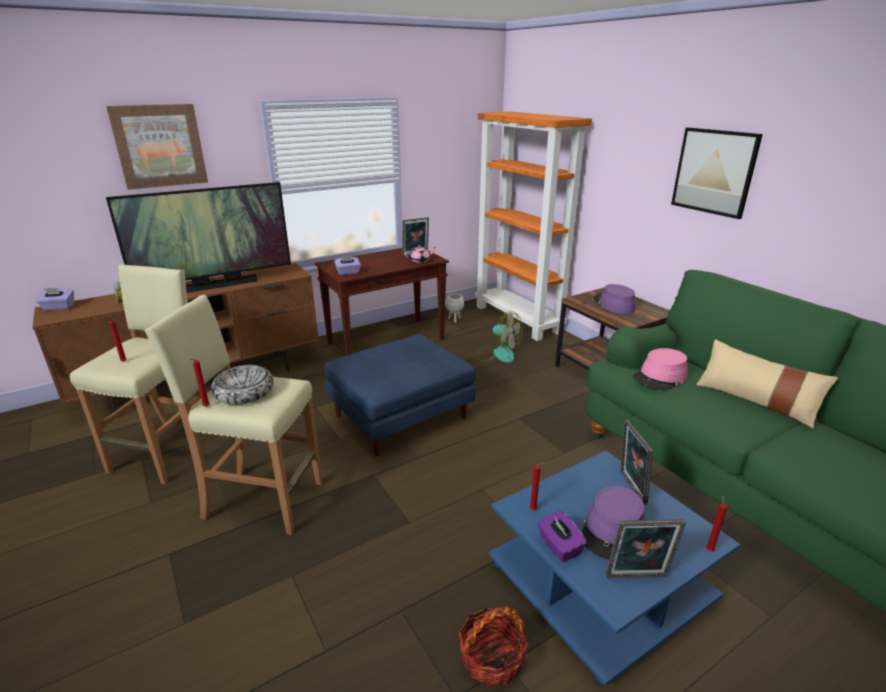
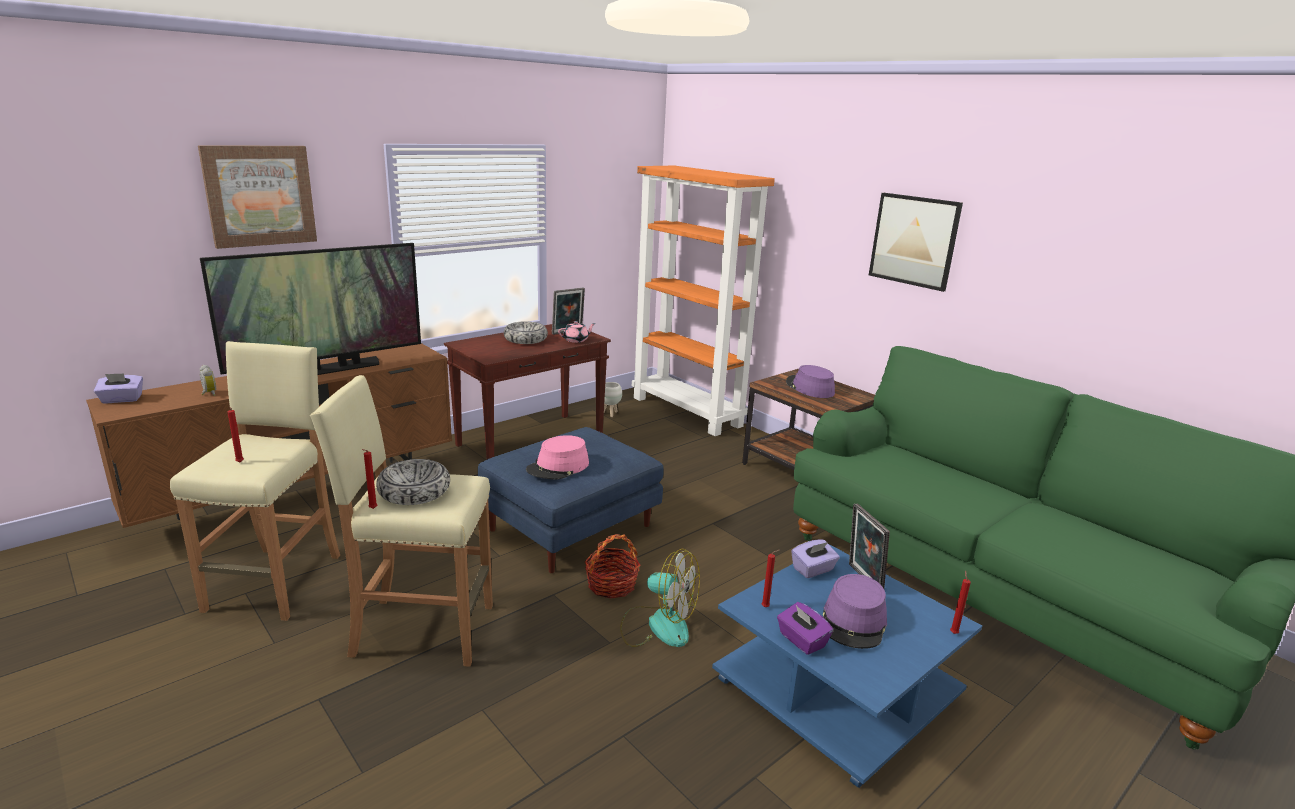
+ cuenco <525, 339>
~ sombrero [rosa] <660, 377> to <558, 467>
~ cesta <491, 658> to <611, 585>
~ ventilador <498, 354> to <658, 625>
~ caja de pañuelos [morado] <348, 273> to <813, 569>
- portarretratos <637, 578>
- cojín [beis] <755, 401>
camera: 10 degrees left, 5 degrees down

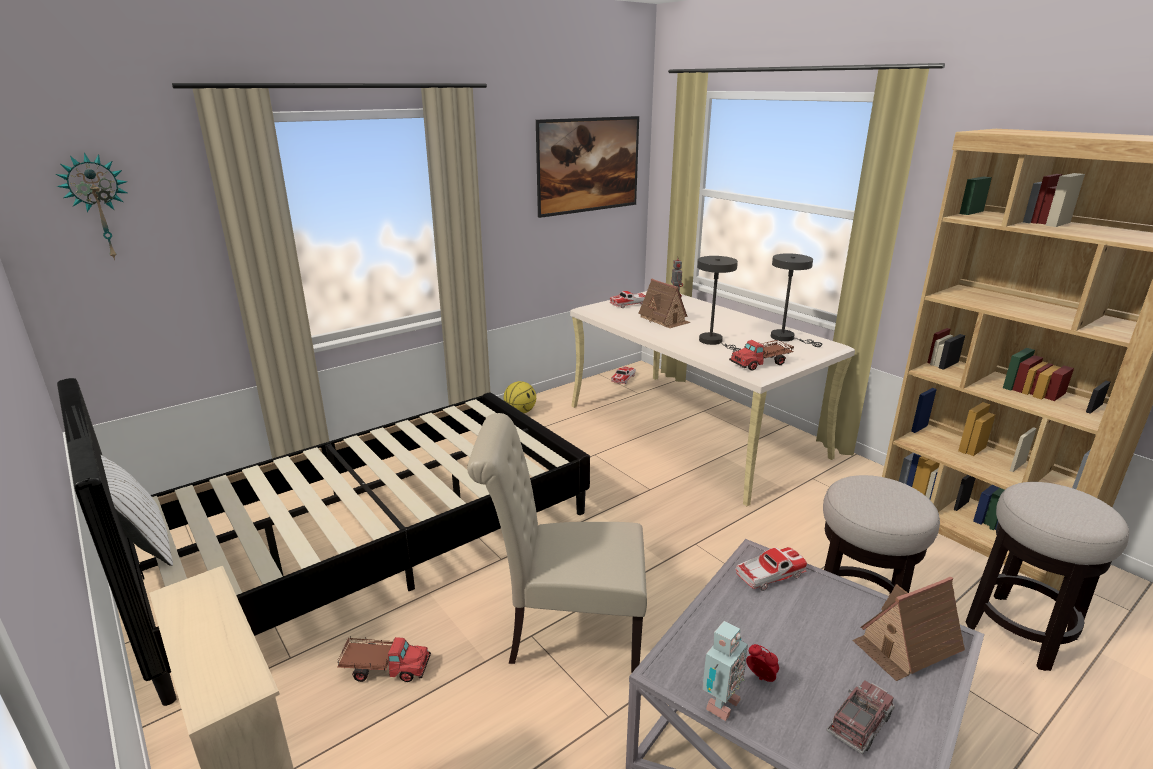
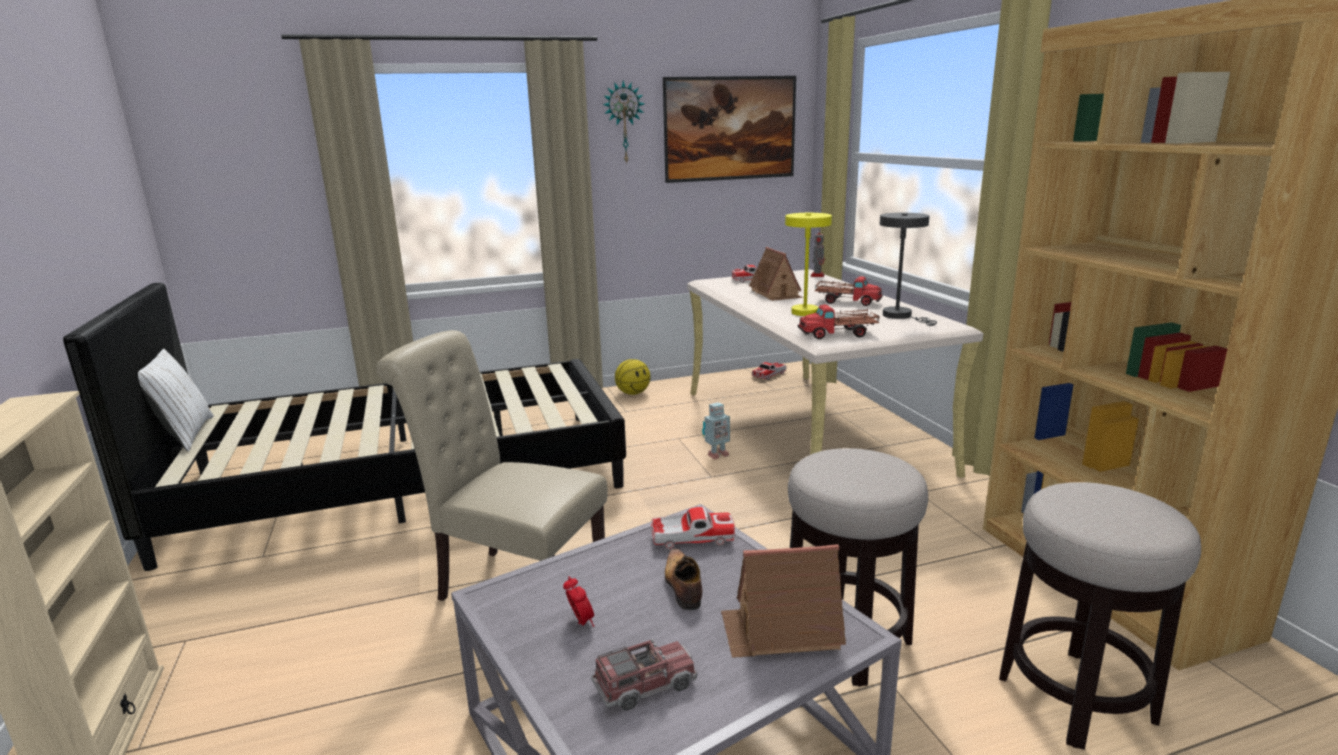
~ reloj de pared <99, 207> to <623, 123>
+ zapato <682, 586>
~ robot de juguete <719, 704> to <716, 455>
~ lámpara de mesa [gris] <714, 342> to lámpara de mesa [amarillo] <807, 314>
~ camión de juguete <384, 668> to <846, 301>
camera: 20 degrees right, 5 degrees down

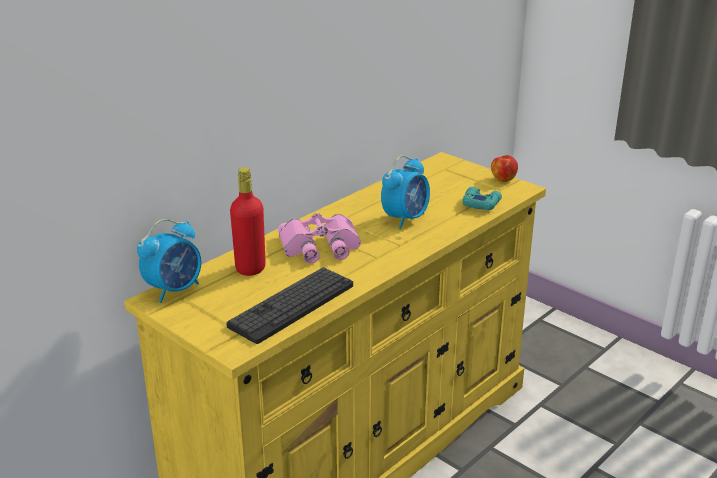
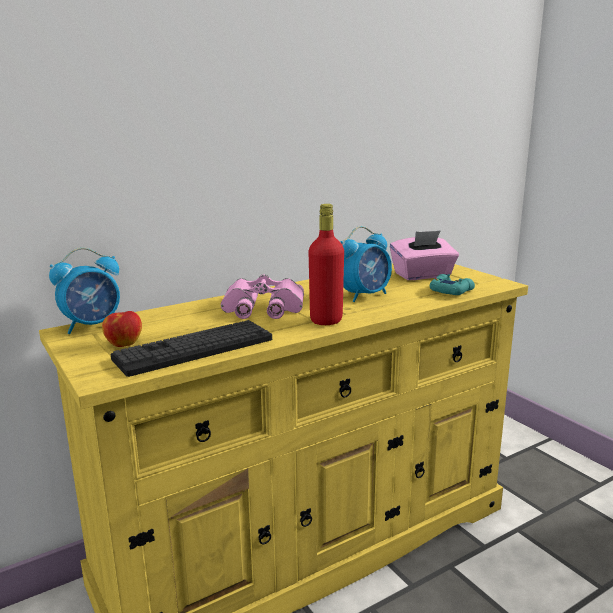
~ manzana <503, 179> to <124, 344>
~ botella [rojo] <250, 268> to <326, 320>
+ caja de pañuelos [rosa] <423, 275>
camera: 15 degrees right, 10 degrees down

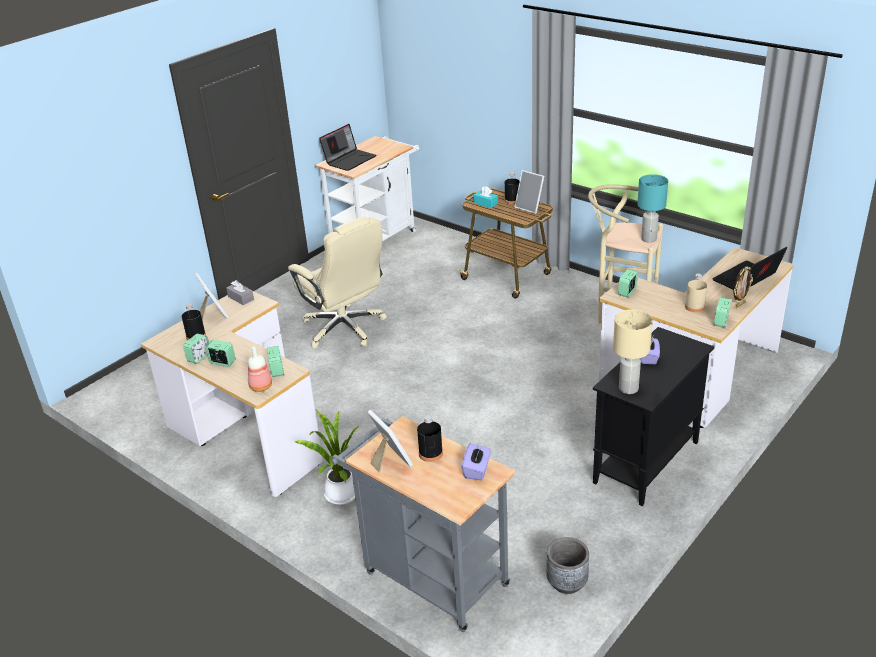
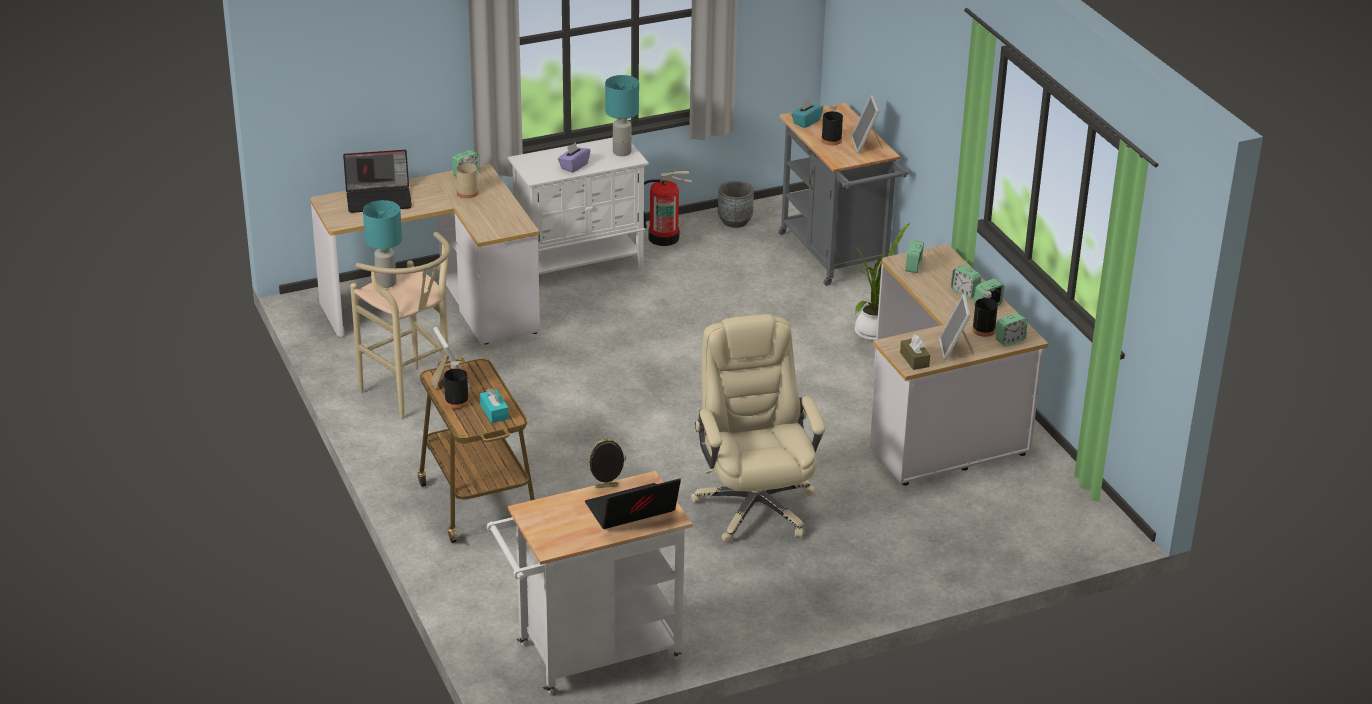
~ armario [negro] <646, 463> to armario [blanco] <580, 265>
~ portarretratos <739, 305> to <606, 487>
~ lámpara de mesa [beis] <629, 389> to lámpara de mesa [turquesa] <622, 152>
+ extintor <664, 237>
~ caja de pañuelos [morado] <477, 470> to caja de pañuelos [turquesa] <806, 122>
~ caja de pañuelos [gris] <241, 298> to caja de pañuelos [marrón] <914, 359>
~ despertador <627, 292> to <1010, 340>
- botella <261, 387>
camera: 155 degrees left, 0 degrees up

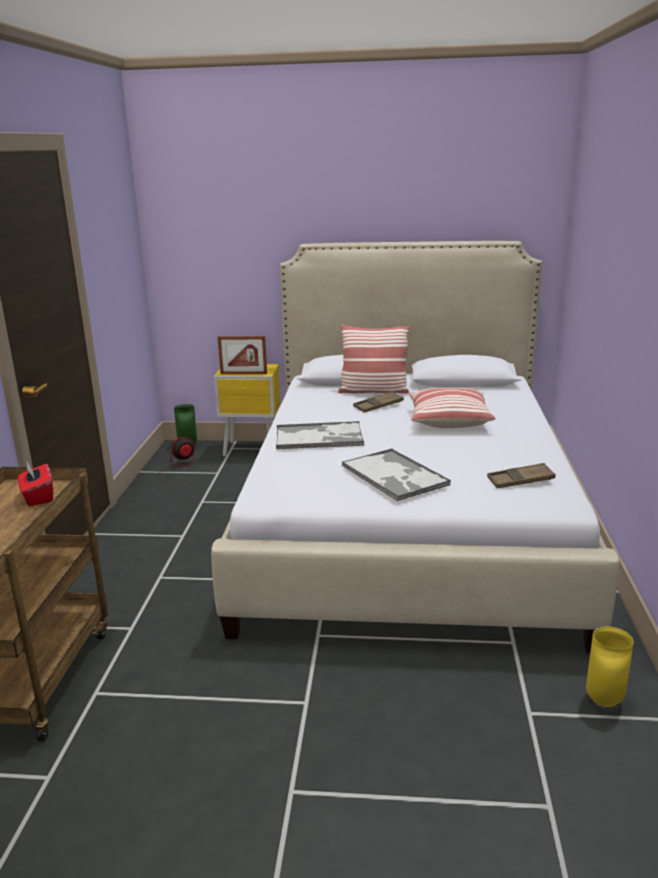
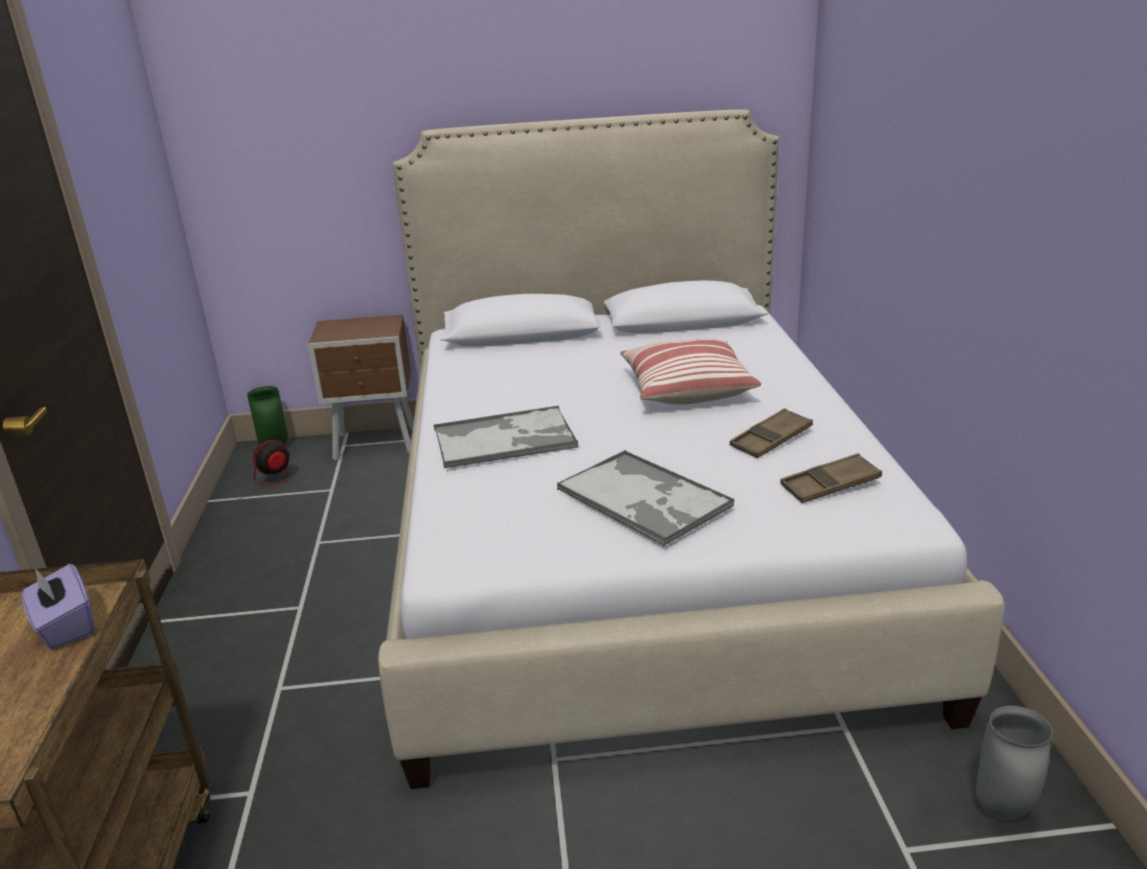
~ caja de pañuelos [rojo] <38, 497> to caja de pañuelos [morado] <65, 627>
~ mesita de noche [amarillo] <253, 450> to mesita de noche [marrón] <377, 445>
~ bandeja [marrón] <378, 406> to <771, 439>
~ florero [amarillo] <605, 701> to florero [gris] <1003, 810>
- portarretratos <243, 374>
- cojín <373, 391>
camera: 10 degrees left, 5 degrees up

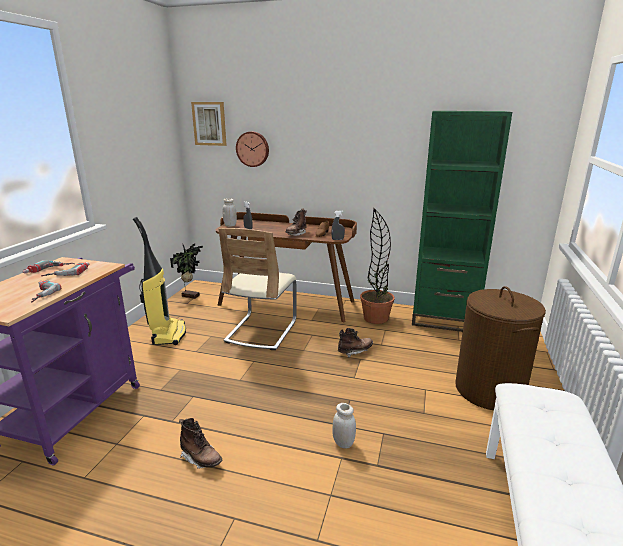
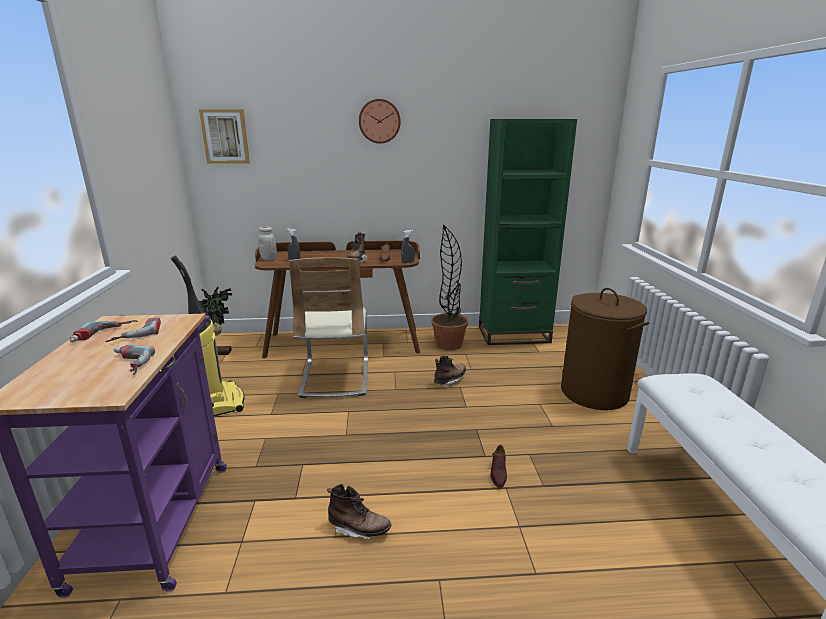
~ reloj de pared <253, 149> to <379, 121>
~ tarro [blanco] <343, 443> to zapato [marrón] <498, 473>
camera: 20 degrees left, 0 degrees up

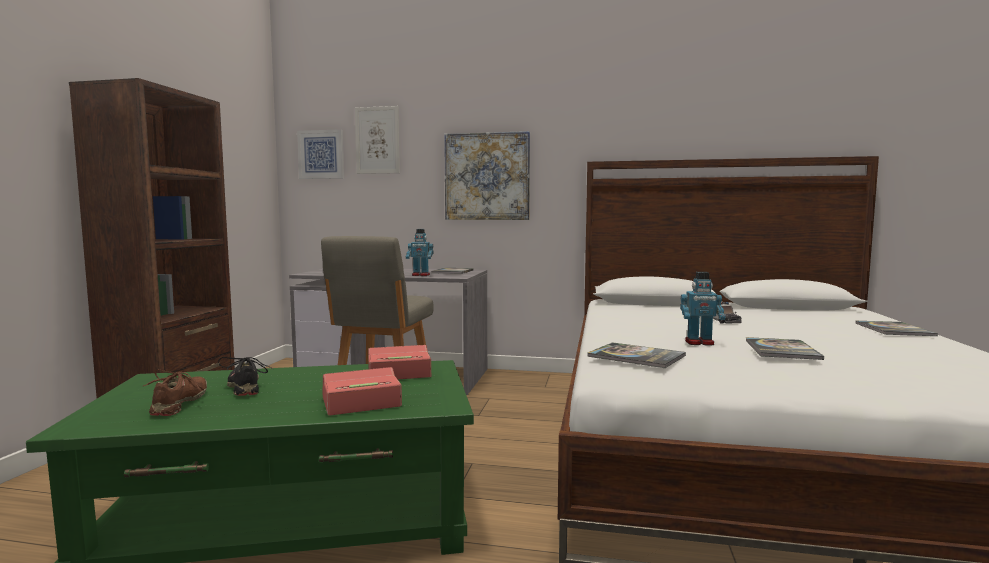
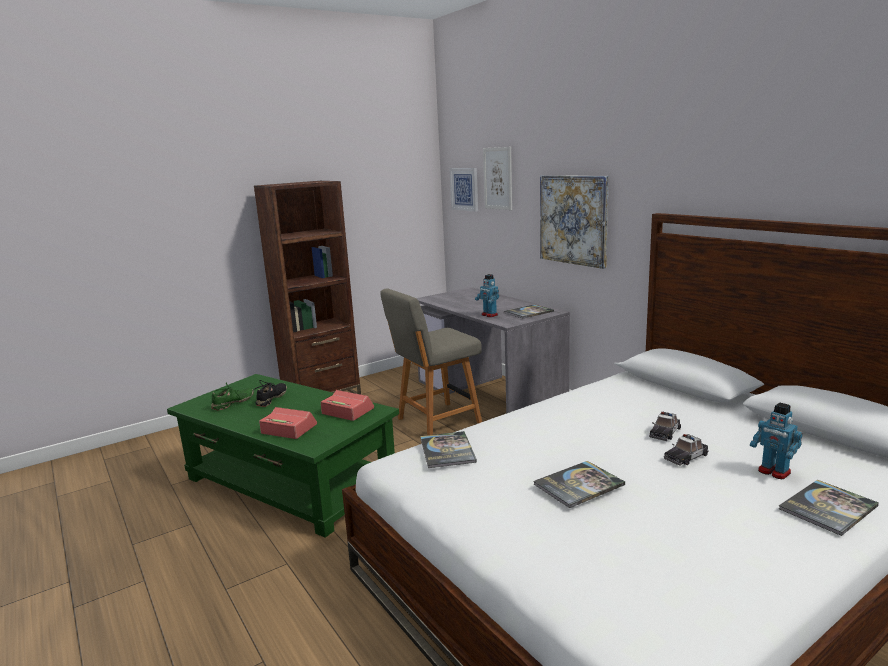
~ zapato [marrón] <180, 404> to zapato [verde] <233, 403>
+ coche de juguete <685, 456>
~ robot de juguete <699, 343> to <773, 472>
camera: 45 degrees right, 10 degrees up

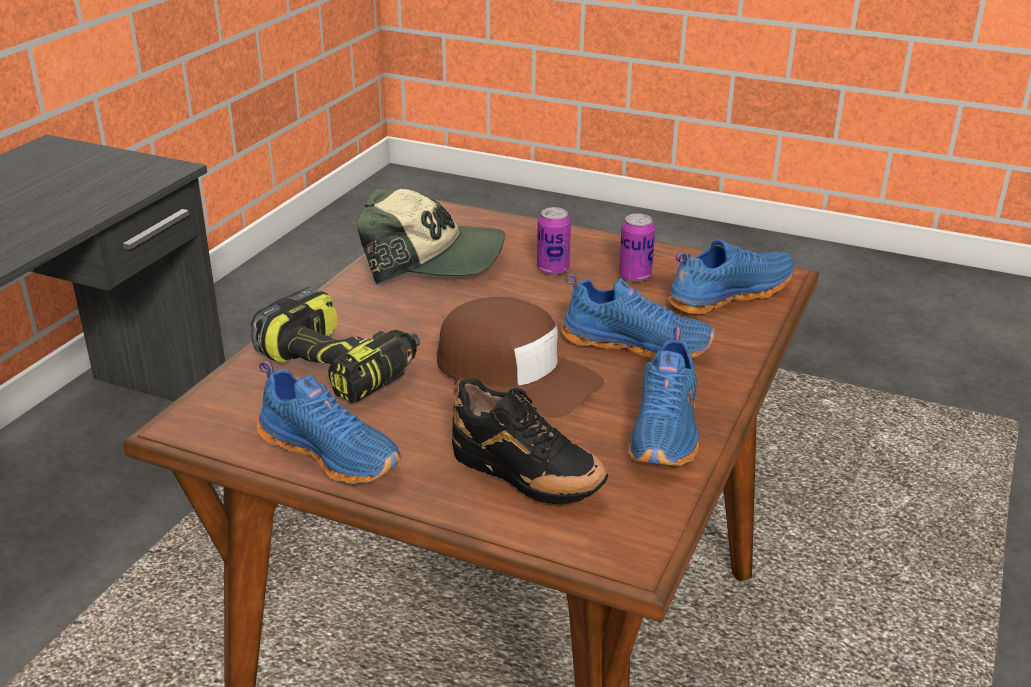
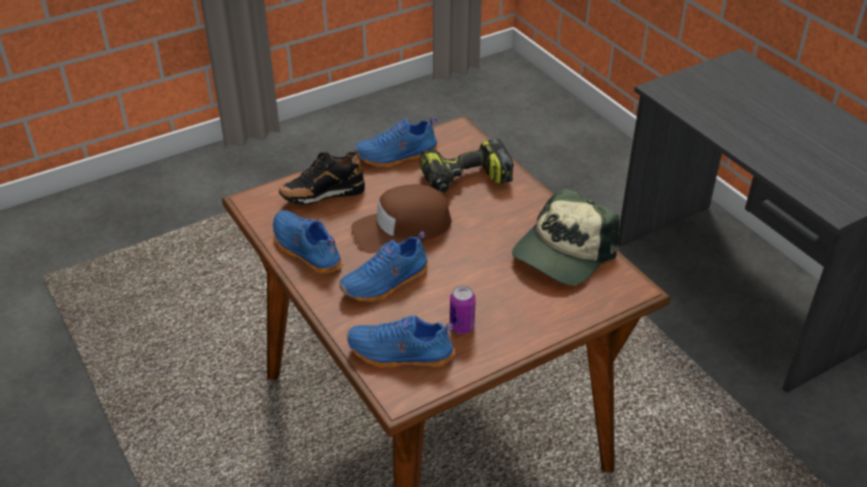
~ zapato [azul] <727, 294> = <400, 354> 90 degrees clockwise
- lata <553, 269>
camera: 125 degrees right, 10 degrees up

